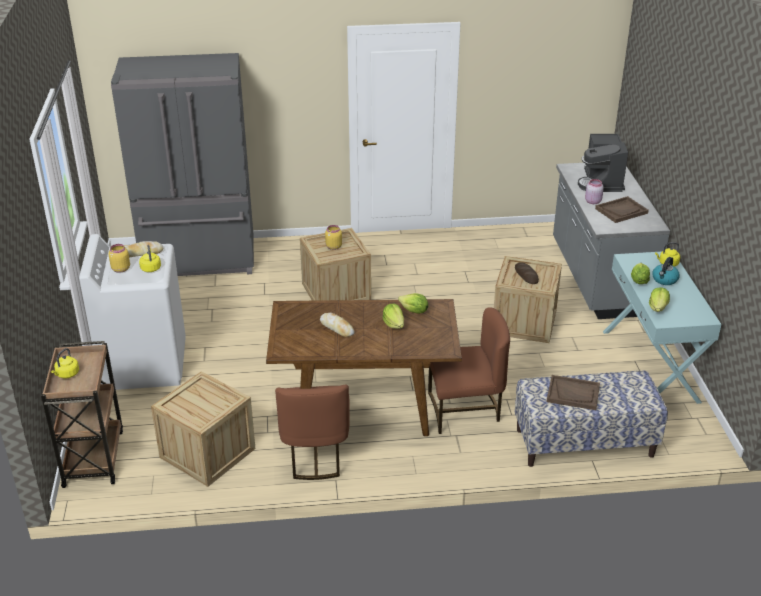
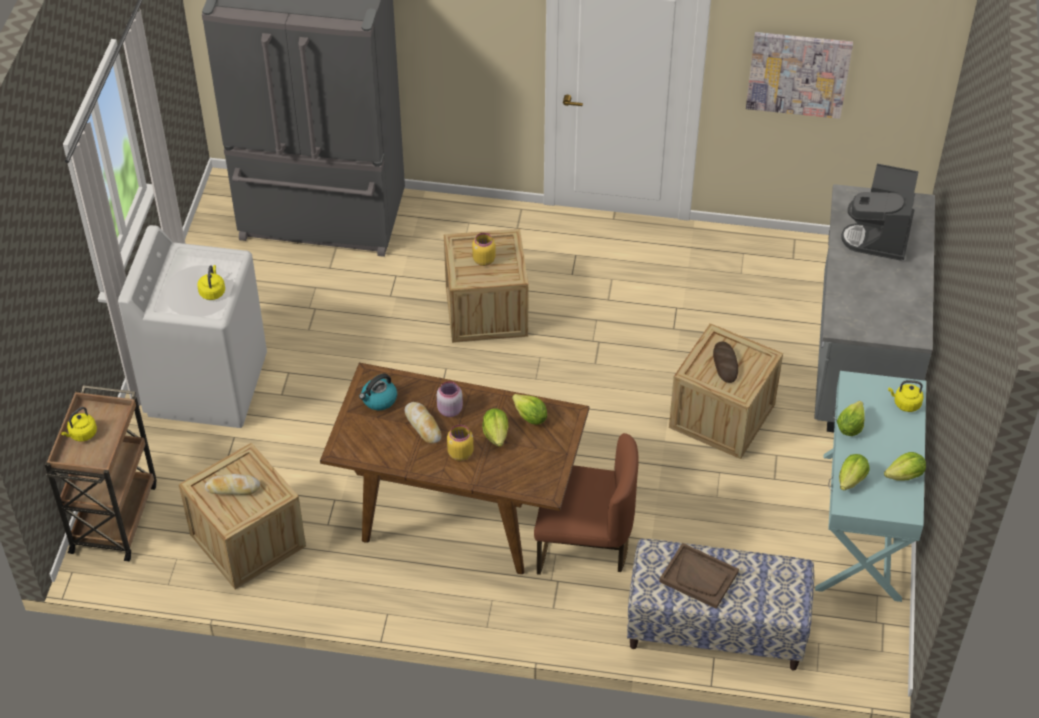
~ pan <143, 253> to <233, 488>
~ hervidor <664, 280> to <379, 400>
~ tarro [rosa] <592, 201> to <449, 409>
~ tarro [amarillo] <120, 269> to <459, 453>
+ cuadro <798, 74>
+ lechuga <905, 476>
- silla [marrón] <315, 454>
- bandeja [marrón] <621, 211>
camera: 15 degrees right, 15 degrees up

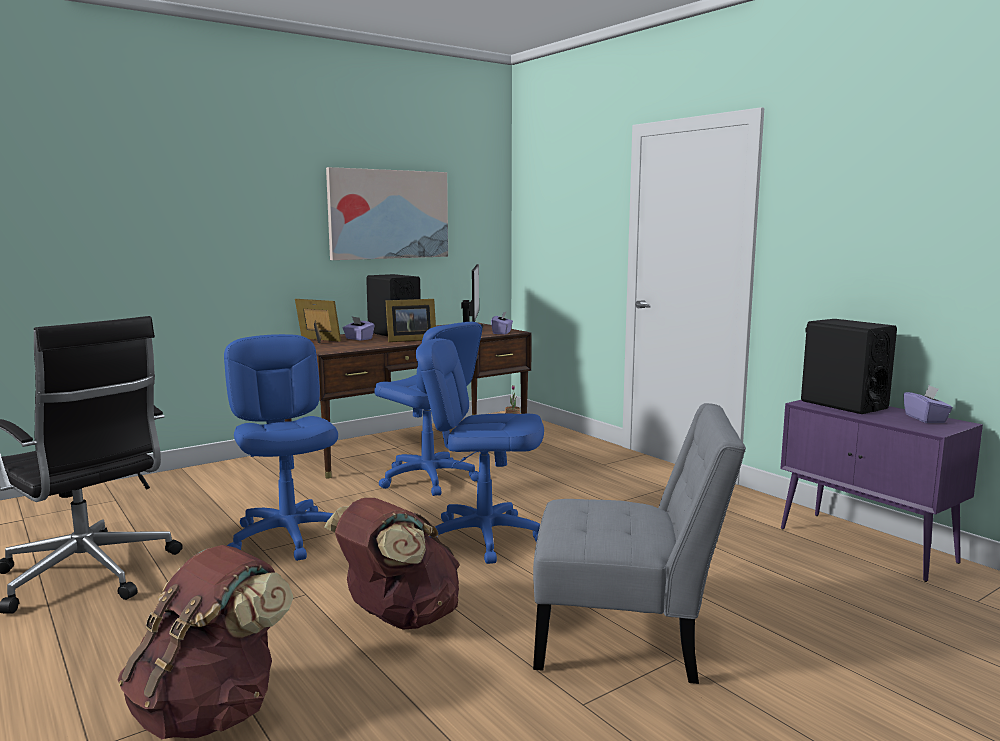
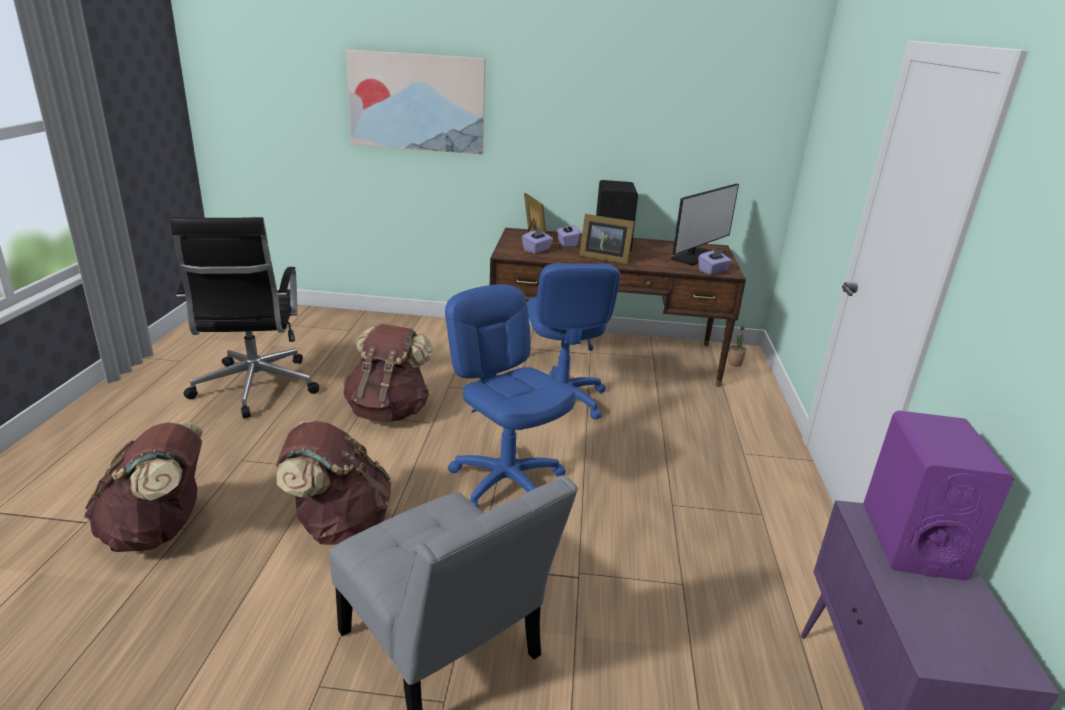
~ silla de oficina [azul] <289, 536> to mochila [marrón] <389, 411>
~ cuadro <388, 214> to <417, 102>
~ caja de pañuelos [morado] <925, 419> to <537, 250>
~ altavoz [negro] <843, 404> to altavoz [morado] <911, 541>
camera: 40 degrees right, 15 degrees up

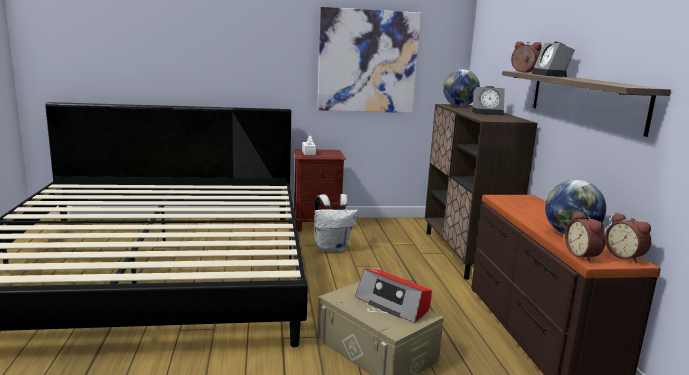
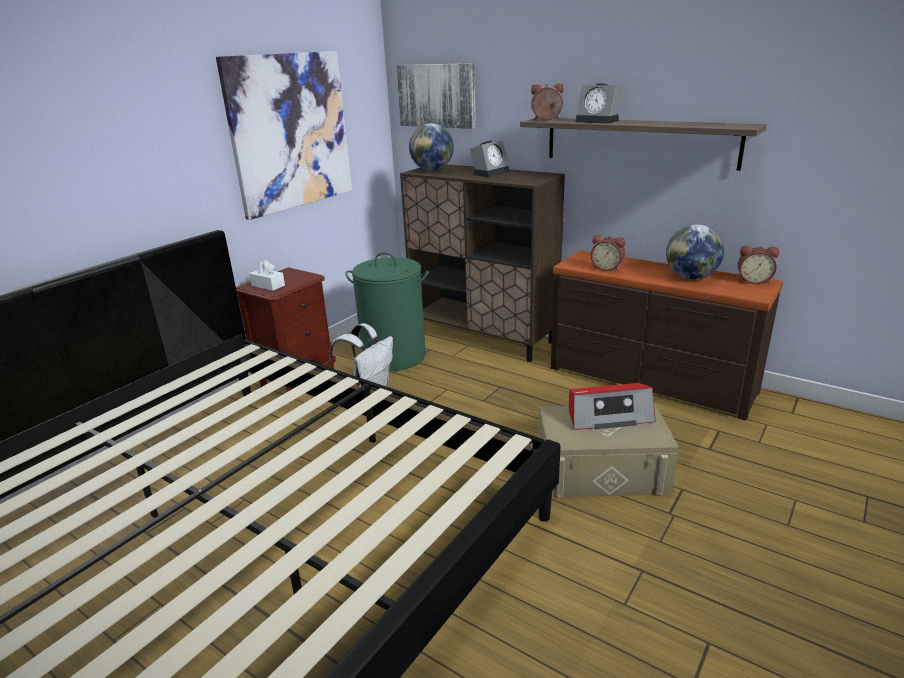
+ cesto de la ropa [verde] <394, 356>
+ cuadro <437, 95>
~ despertador <583, 255> to <607, 268>
camera: 45 degrees left, 10 degrees up

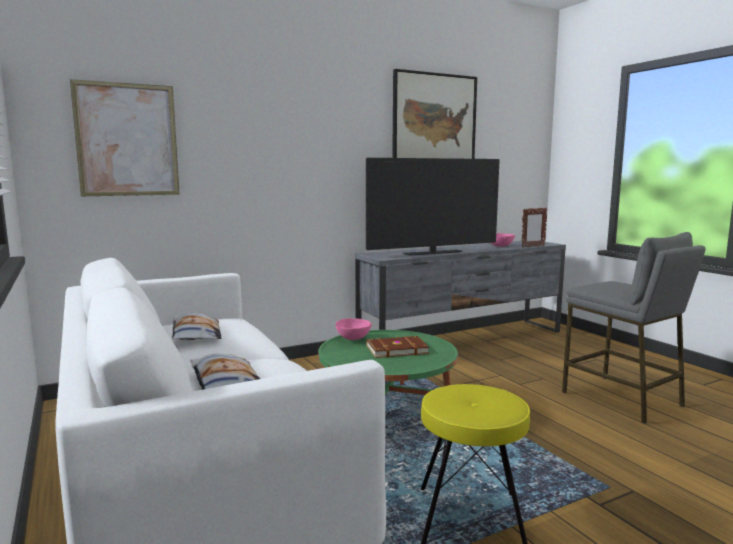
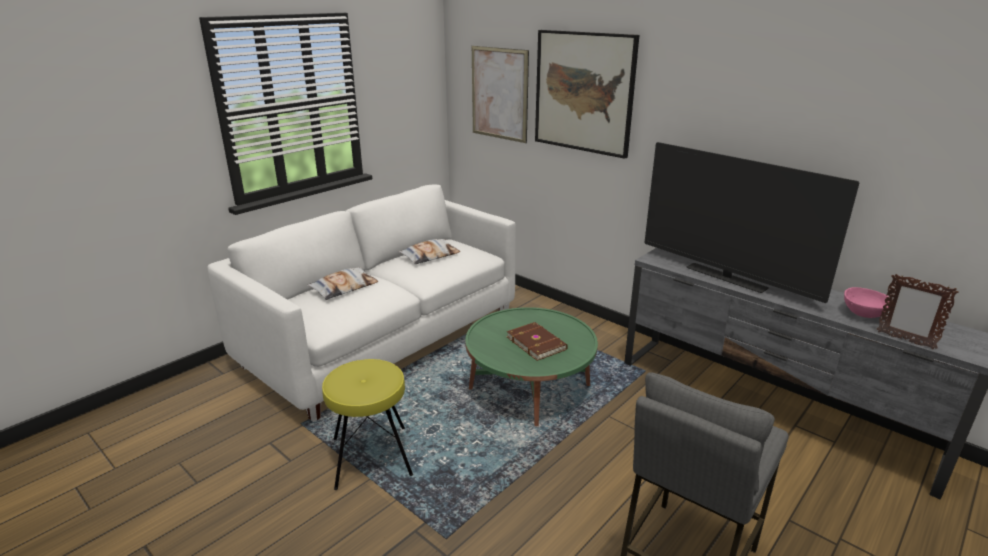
~ cuadro <434, 124> to <583, 92>
- cuenco [rosa] <353, 338>
camera: 70 degrees right, 15 degrees up

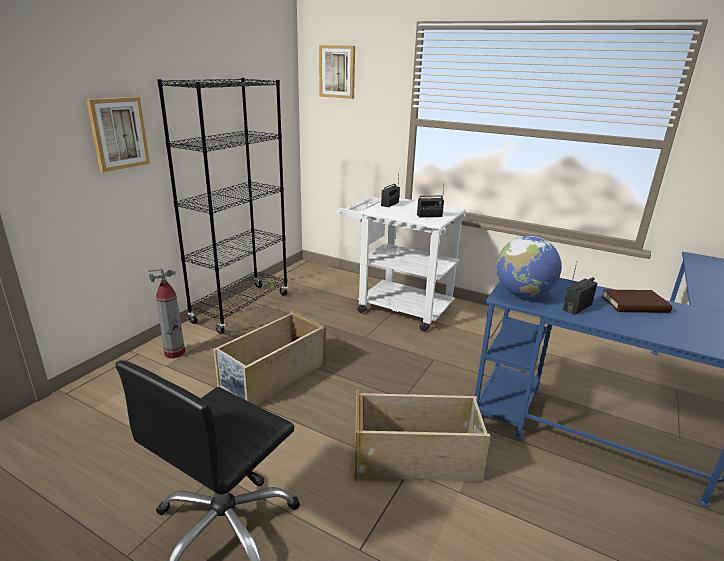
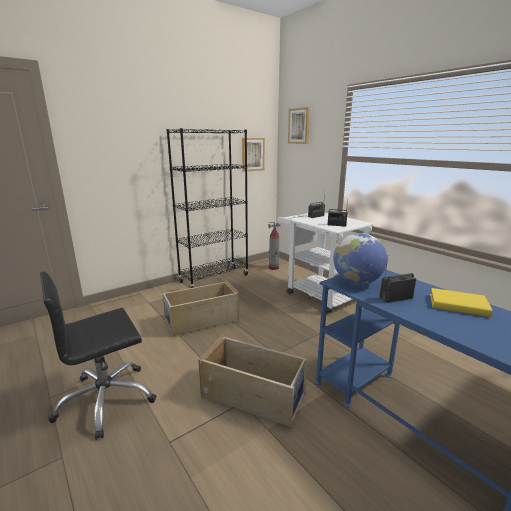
~ cuadro <118, 133> to <252, 154>
~ extintor <175, 353> to <273, 268>
~ libro [marrón] <634, 305> to libro [amarillo] <458, 305>
camera: 25 degrees right, 5 degrees down

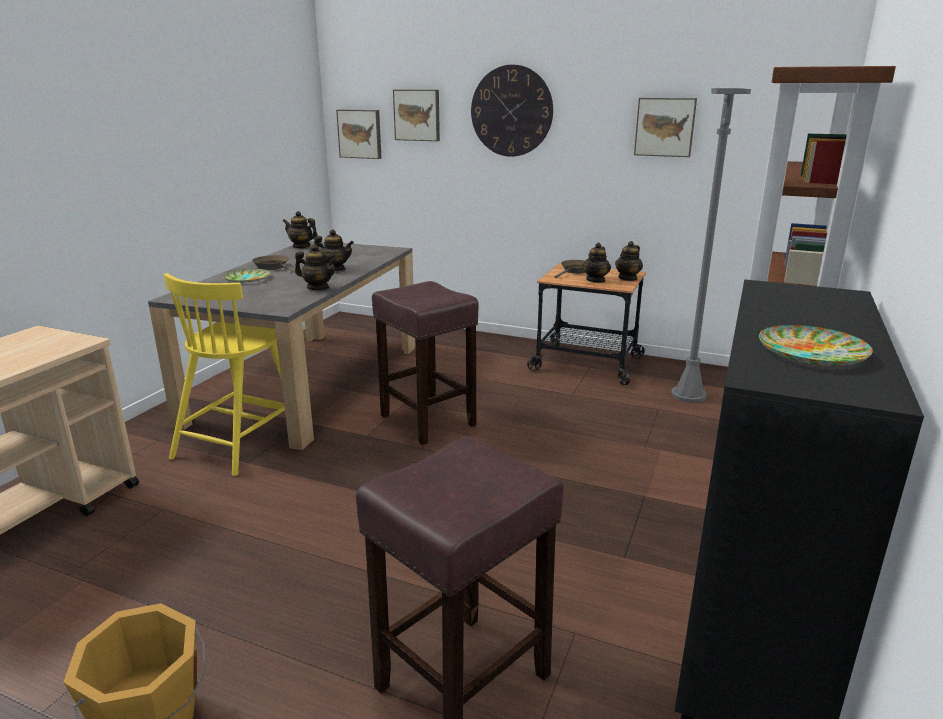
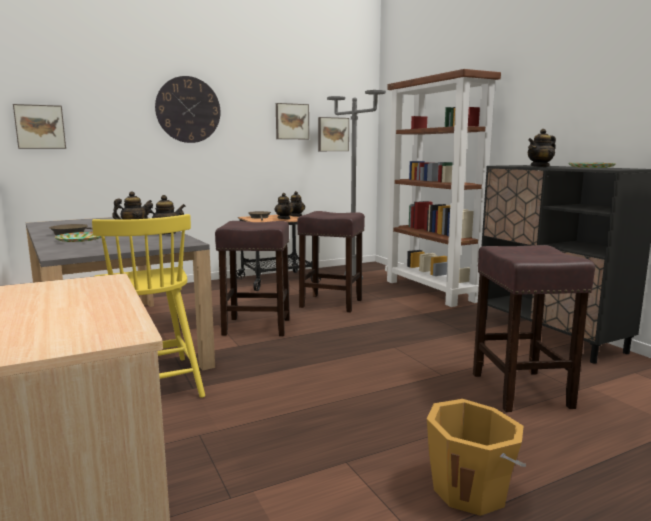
+ taburete [marrón] <332, 303>
~ cuadro <417, 115> to <332, 134>
~ tetera <301, 246> to <540, 166>
camera: 50 degrees left, 10 degrees down

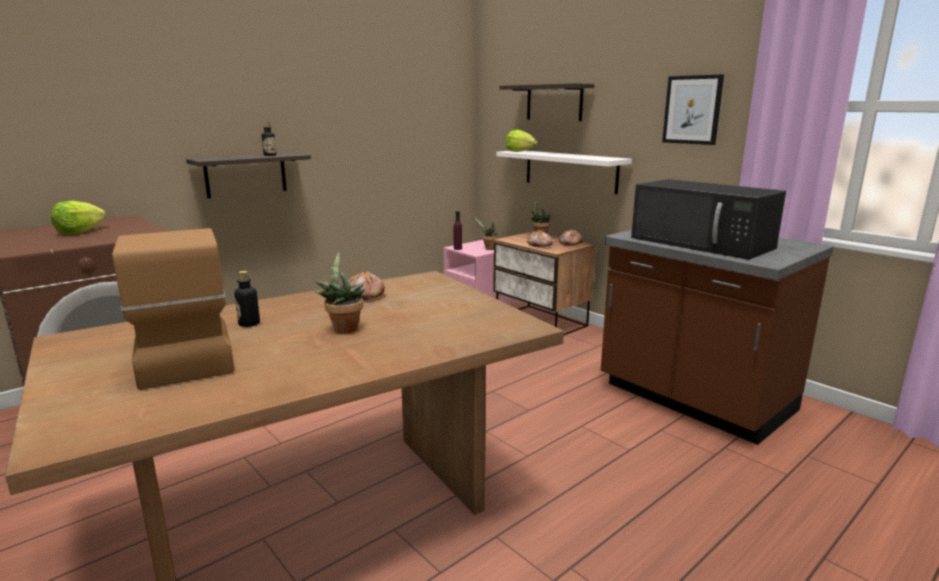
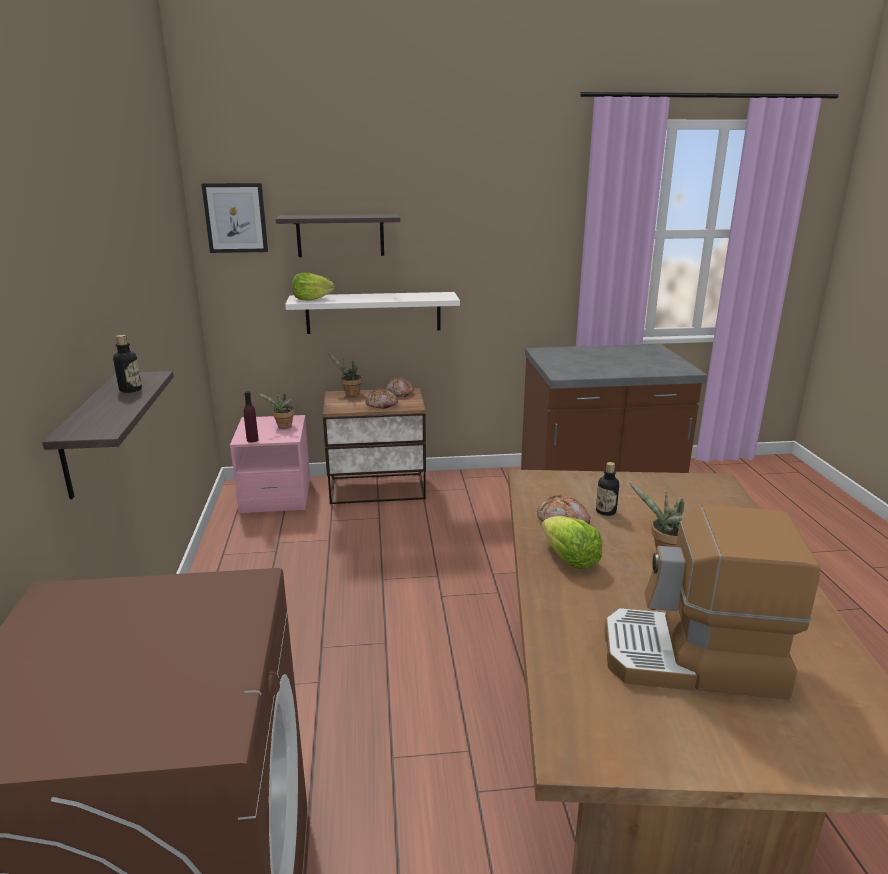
~ cuadro <692, 110> to <235, 218>
~ lechuga <79, 232> to <569, 559>
~ botella <249, 323> to <605, 511>
- microondas [negro] <703, 243>
camera: 55 degrees left, 5 degrees up

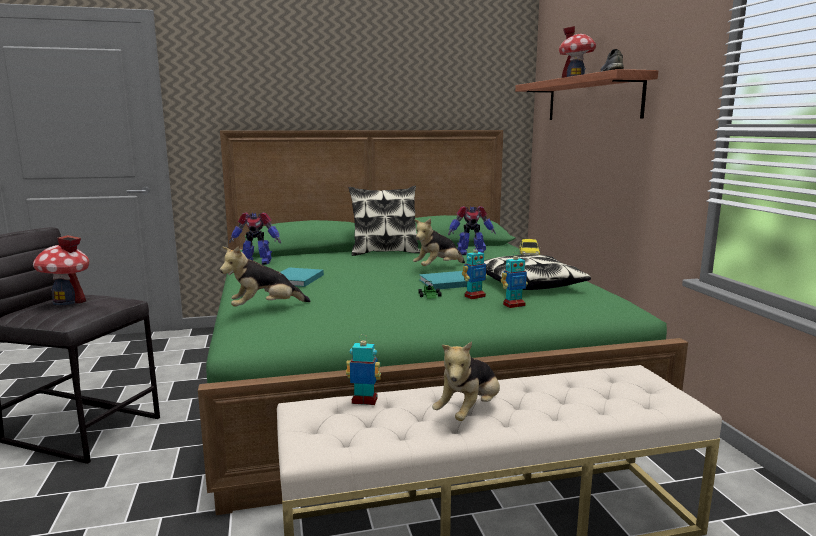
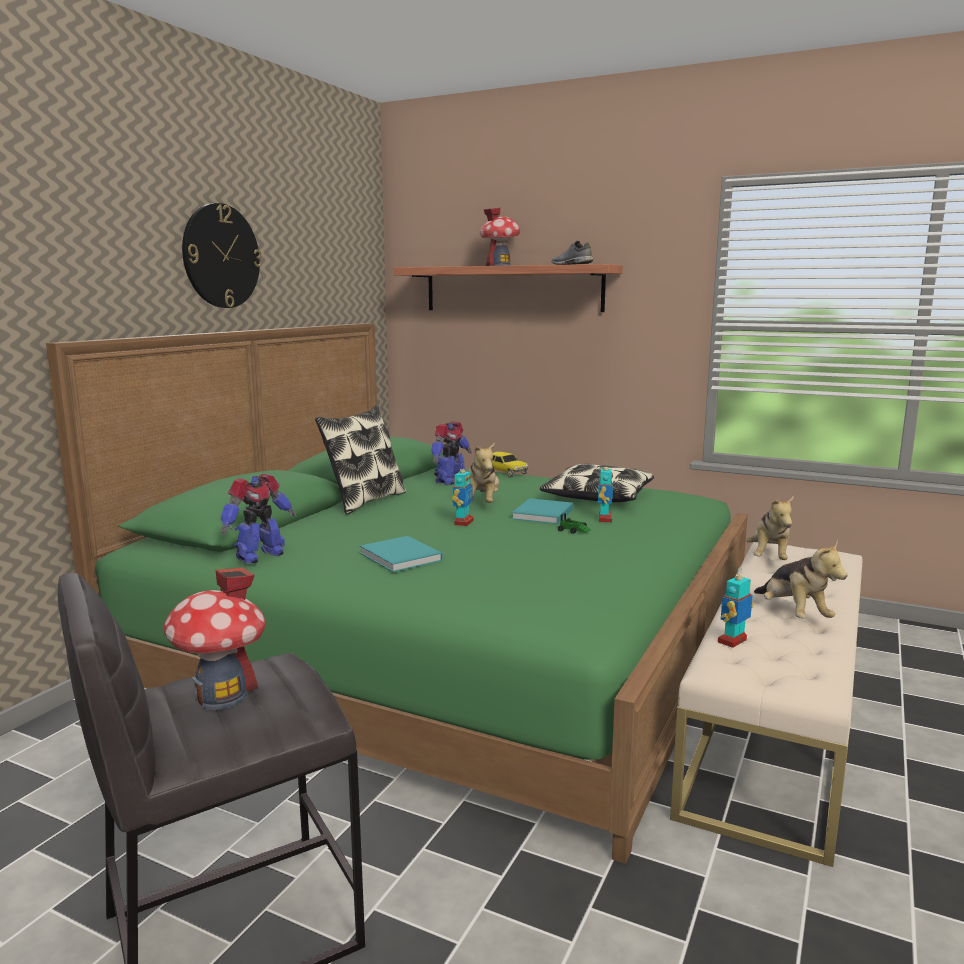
+ reloj de pared <221, 256>
~ robot de juguete <513, 305> to <463, 522>
~ peluche <265, 308> to <769, 558>
camera: 50 degrees left, 0 degrees up

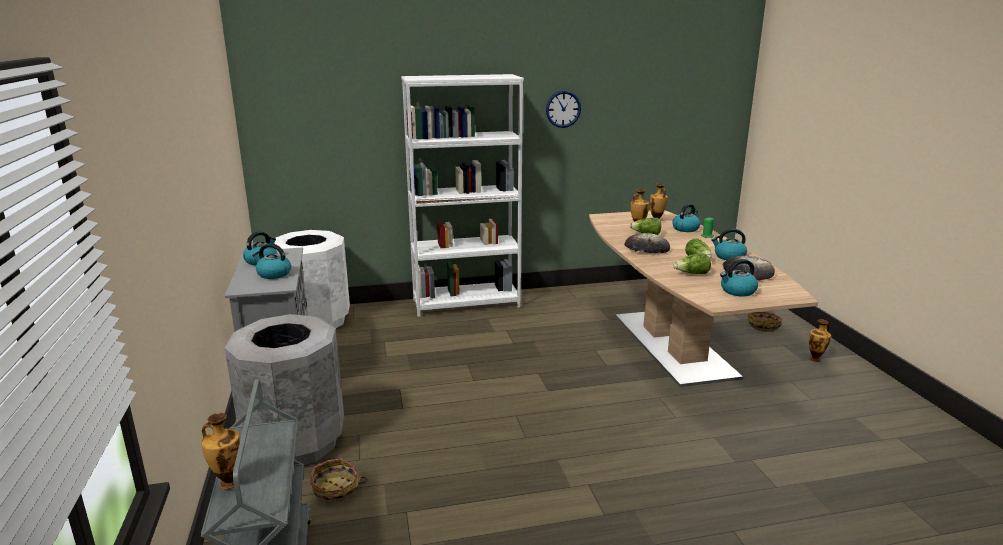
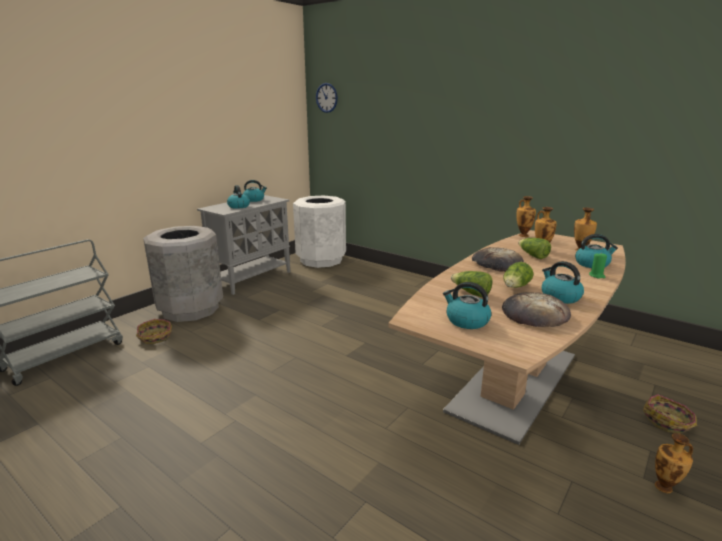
~ reloj de pared <563, 109> to <326, 97>
~ florero <228, 483> to <523, 235>
- estantería [blanco] <466, 303>
camera: 50 degrees right, 0 degrees up

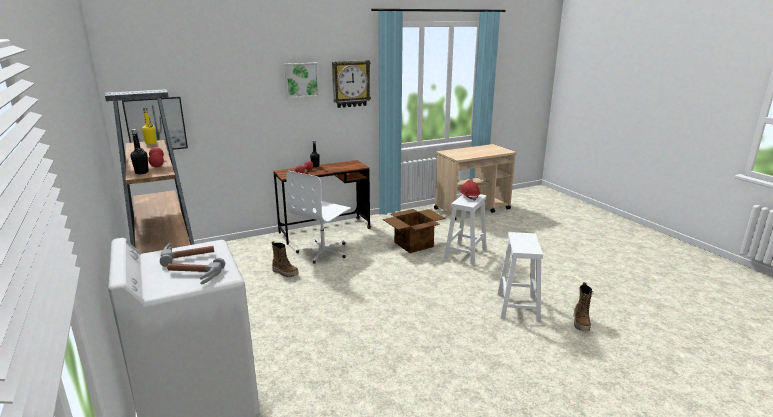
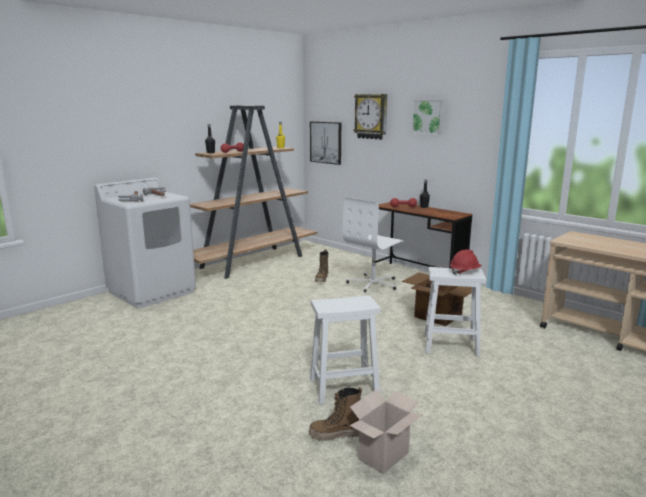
~ silla de oficina [blanco] <323, 252> = <373, 284> 60 degrees counterclockwise
+ caja de cartón <383, 457>
~ reloj de pared <350, 83> to <371, 116>
camera: 70 degrees right, 5 degrees down

